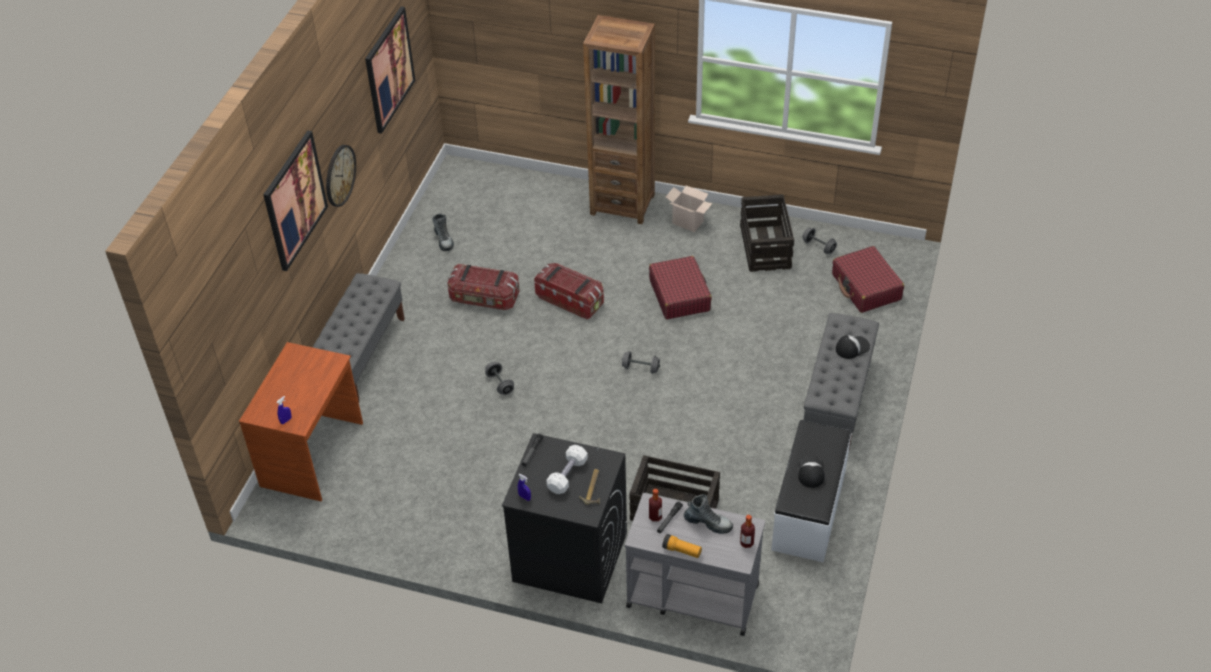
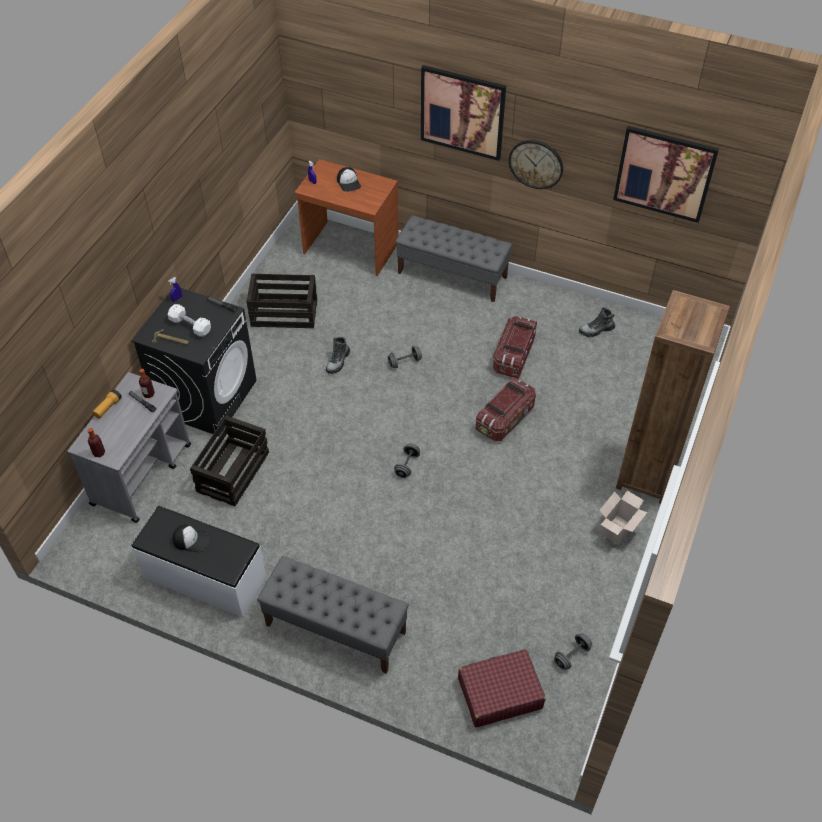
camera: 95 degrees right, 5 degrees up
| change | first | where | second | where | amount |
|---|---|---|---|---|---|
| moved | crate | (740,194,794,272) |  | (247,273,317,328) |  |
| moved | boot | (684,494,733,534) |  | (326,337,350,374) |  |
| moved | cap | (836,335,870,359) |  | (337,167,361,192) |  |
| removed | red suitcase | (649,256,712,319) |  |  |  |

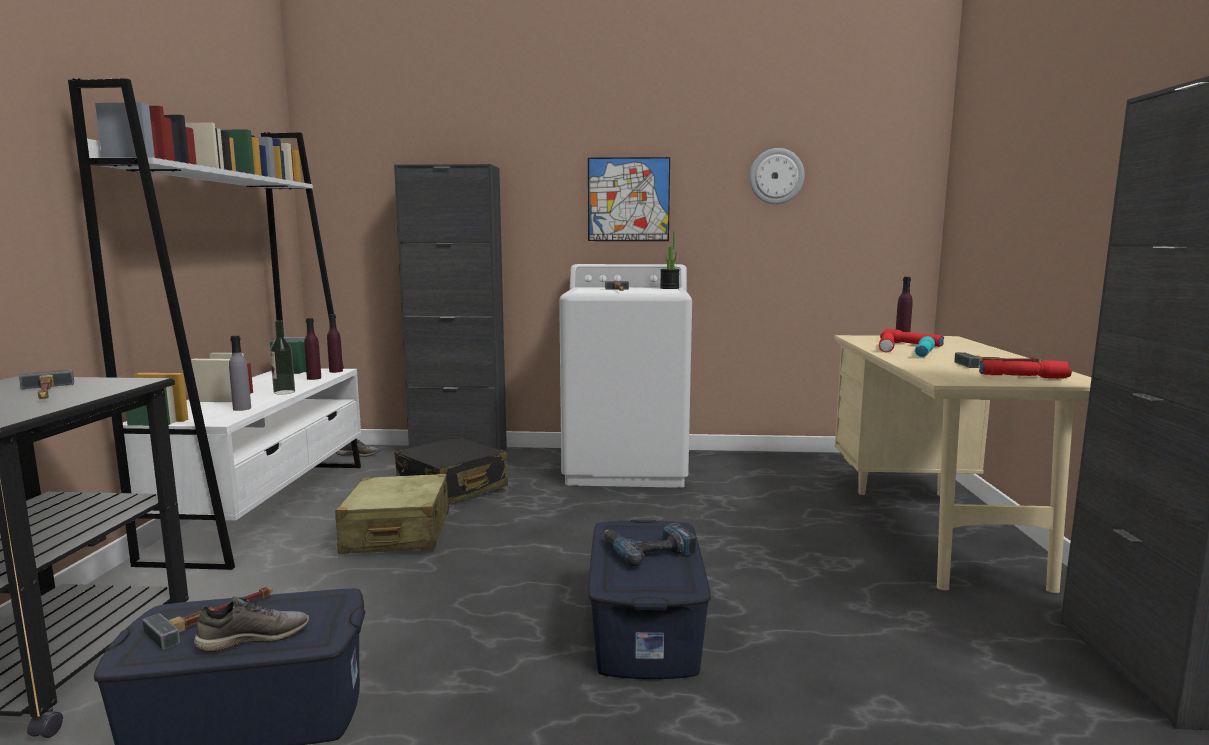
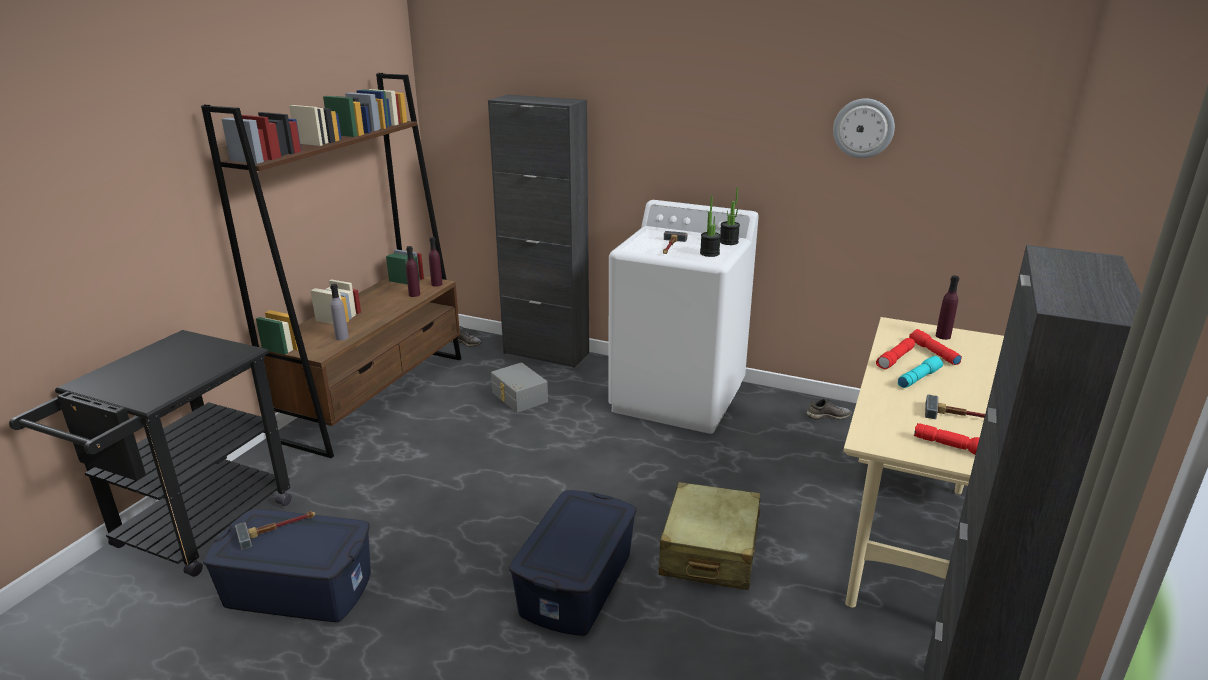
camera: 20 degrees right, 15 degrees up
| change | first | where | second | where | amount |
|---|---|---|---|---|---|
| recoloured | white bookcase | (68,78,361,570) | brown bookcase | (201,73,461,458) |  |
| replaced | black suitcase | (395,437,508,503) | grey storage box | (491,362,548,413) |  |
| moved | beige suitcase | (335,474,449,554) |  | (659,482,760,590) |  |
| added |  |  | potted plant | (700,195,721,257) |  |
| moved | grey shoe | (194,596,309,652) |  | (807,398,852,419) |  |
| removed | hammer | (19,369,74,399) |  |  |  |
| removed | bottle | (270,320,295,395) |  |  |  |
| removed | picture | (588,157,670,241) |  |  |  |
| removed | power drill | (605,523,696,566) |  |  |  |

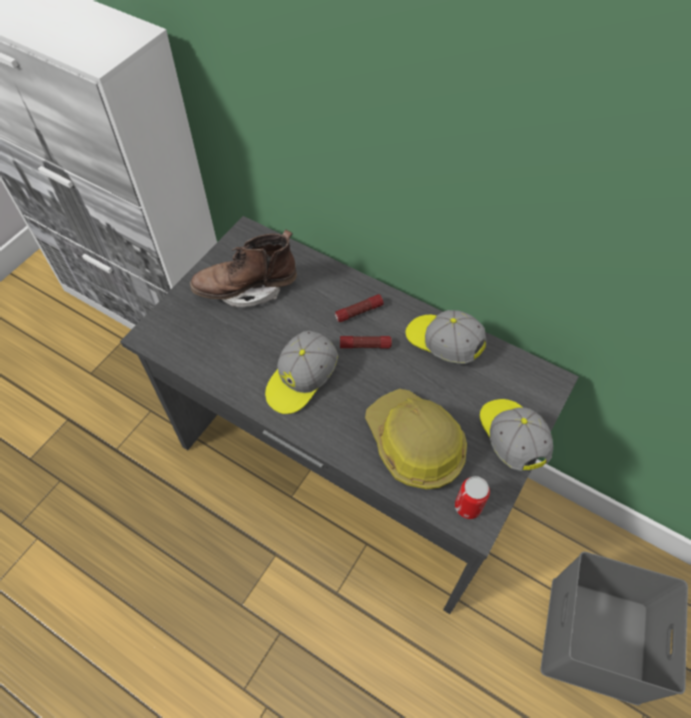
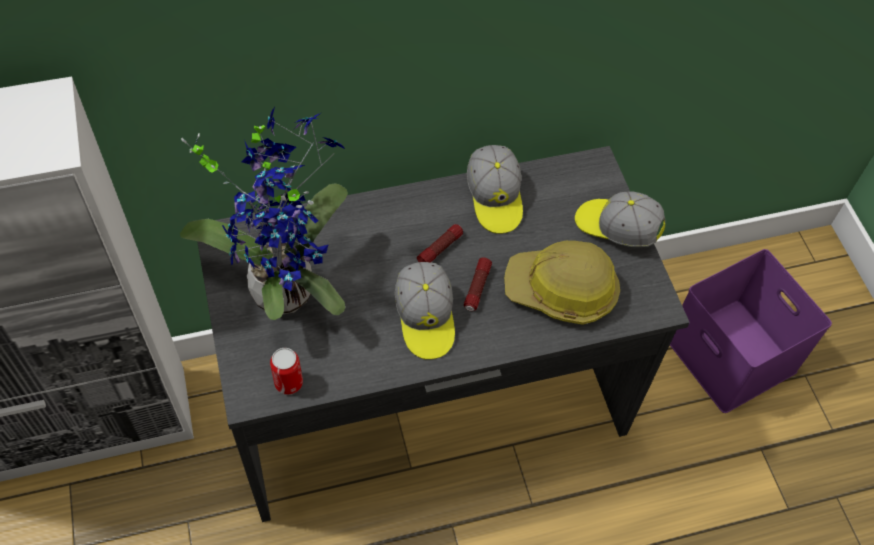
camera: 50 degrees left, 0 degrees up
| change | first | where | second | where | amount |
|---|---|---|---|---|---|
| replaced | brown boot | (190,230,297,307) | potted plant | (180,107,348,320) |  |
| moved | can | (455,476,490,519) |  | (270,348,303,395) |  |
| moved | flashlight | (335,294,384,322) |  | (464,258,492,311) |  |
| turned | cap | (406,310,487,364) |  | (467,145,523,234) | 90 degrees counterclockwise |
| recoloured | grey storage box | (541,552,688,705) | purple storage box | (670,249,832,413) |  |

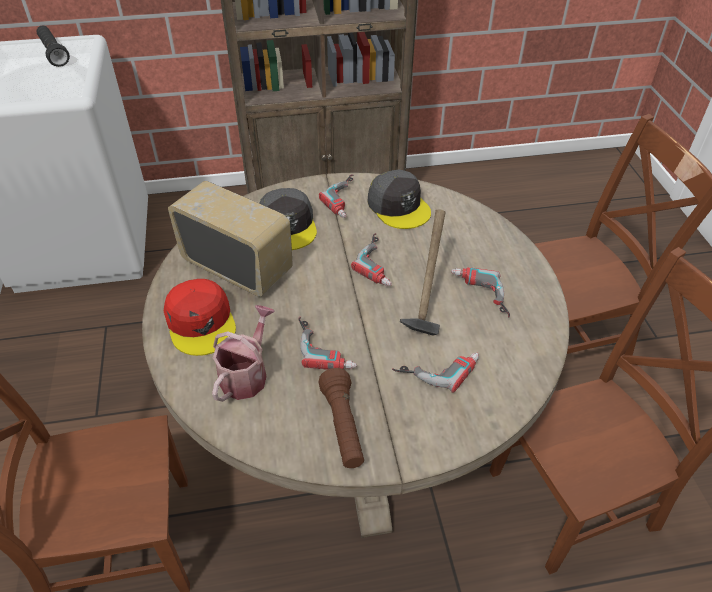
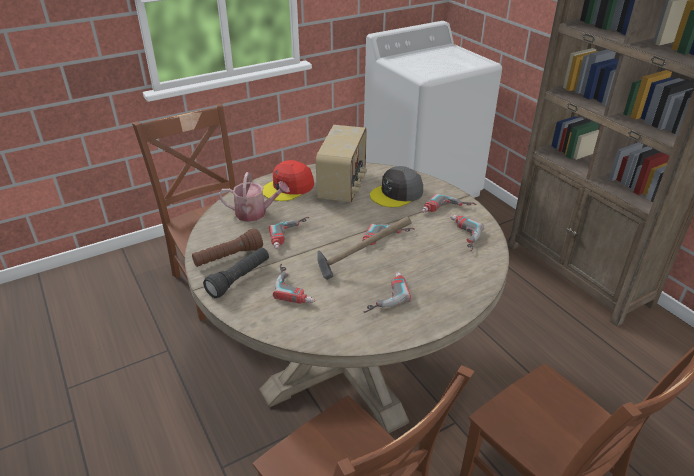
camera: 70 degrees right, 10 degrees down
| change | first | where | second | where | amount |
|---|---|---|---|---|---|
| moved | black flashlight | (36,26,70,67) |  | (203,247,269,298) |  |
| replaced | grey cap | (367,170,431,229) | power drill | (450,215,484,252) |  |

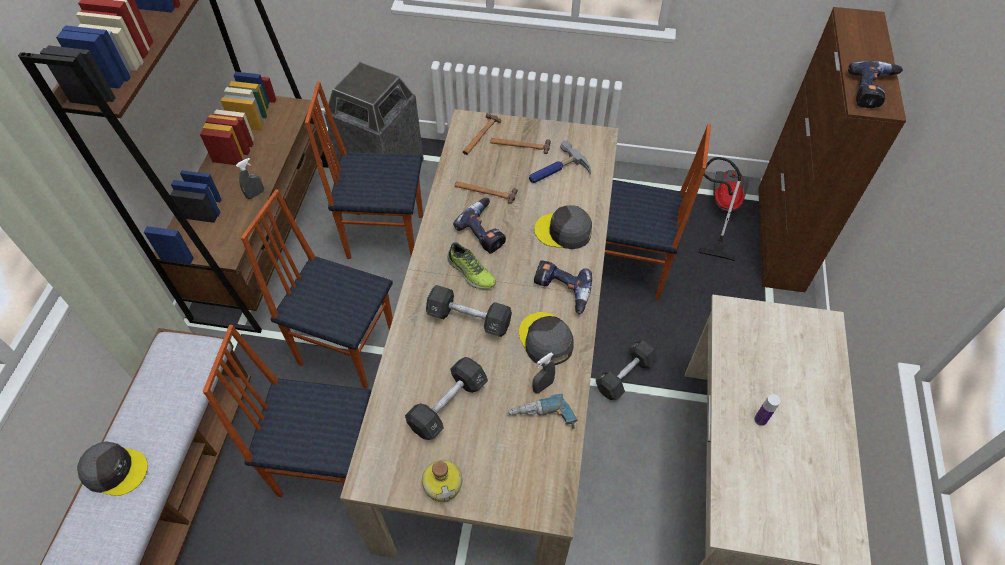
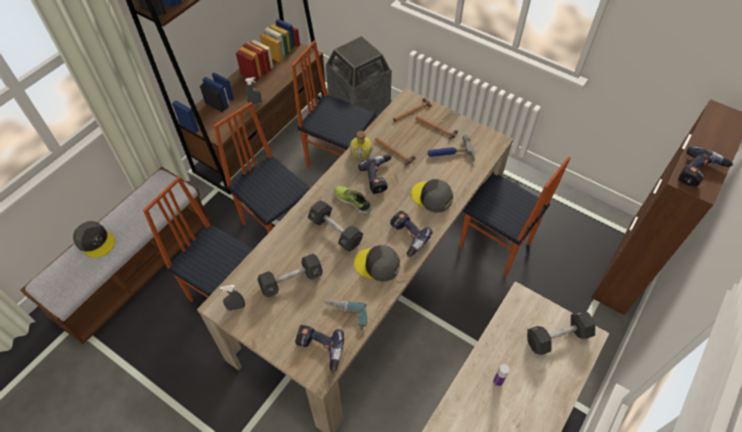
camera: 25 degrees right, 0 degrees up
| change | first | where | second | where | amount |
|---|---|---|---|---|---|
| moved | grey spray bottle | (532,352,555,394) |  | (220,285,245,311) |  |
| added |  |  | power drill | (295,325,344,372) |  |
| turned | shoe | (447,242,496,289) |  | (334,186,372,215) | 150 degrees clockwise |
| moved | bottle | (422,460,462,502) |  | (350,131,373,160) |  |
| turned | grey cap | (519,312,574,366) |  | (354,245,400,282) | 75 degrees counterclockwise |
| moved | black dumbbell | (596,340,658,400) |  | (527,311,595,355) |  |
| removed | vacuum cleaner | (699,157,749,261) |  |  |  |

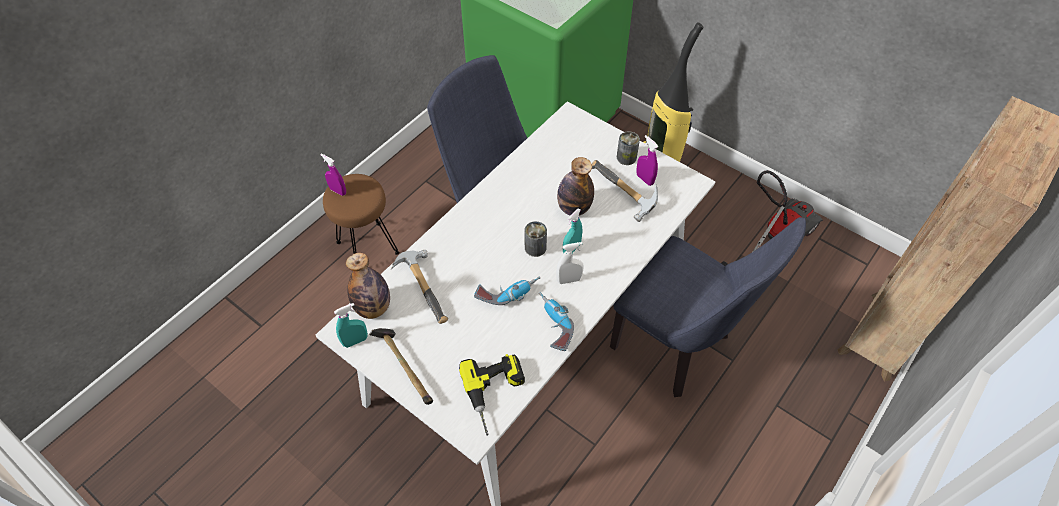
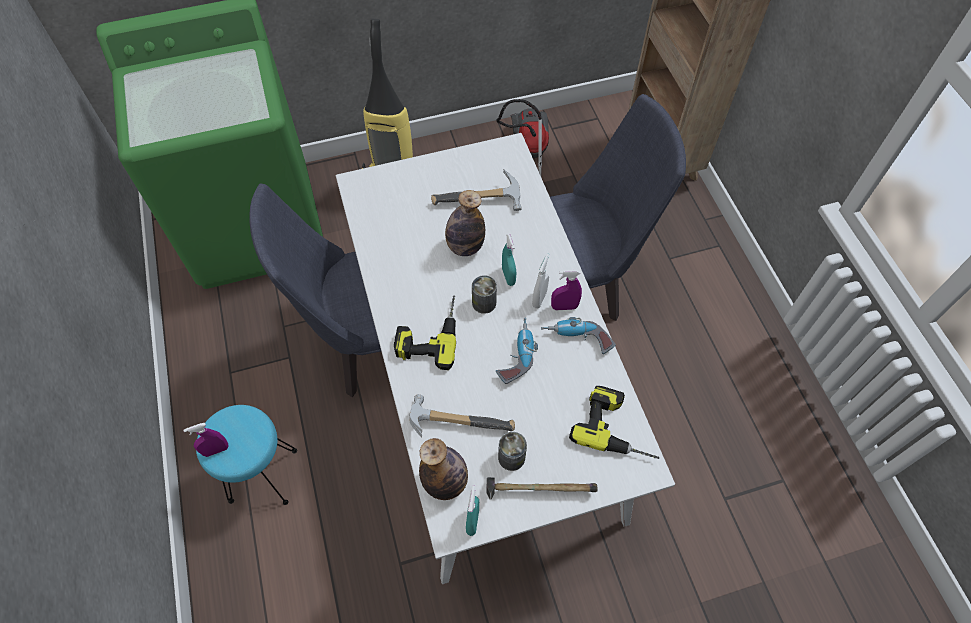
camera: 55 degrees left, 5 degrees up
| change | first | where | second | where | amount |
|---|---|---|---|---|---|
| recoloured | brown stool | (323,174,399,255) | turquoise stool | (196,405,297,505) |  |
| added |  |  | power drill | (394,296,456,370) |  |
| moved | can | (617,131,640,165) |  | (498,432,527,471) |  |
| moved | purple spray bottle | (636,135,659,186) |  | (551,270,582,310) |  |

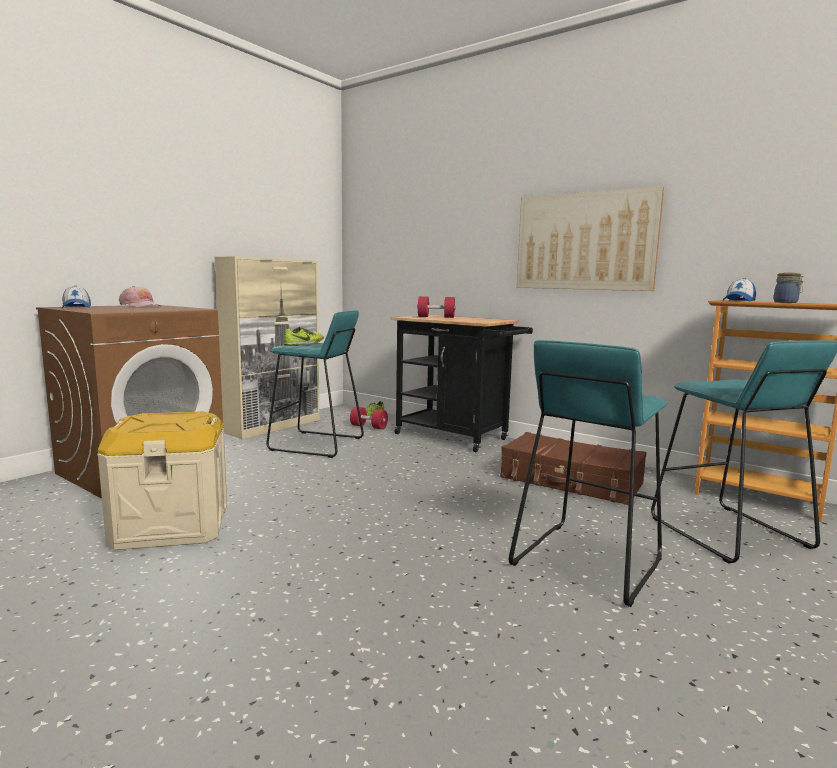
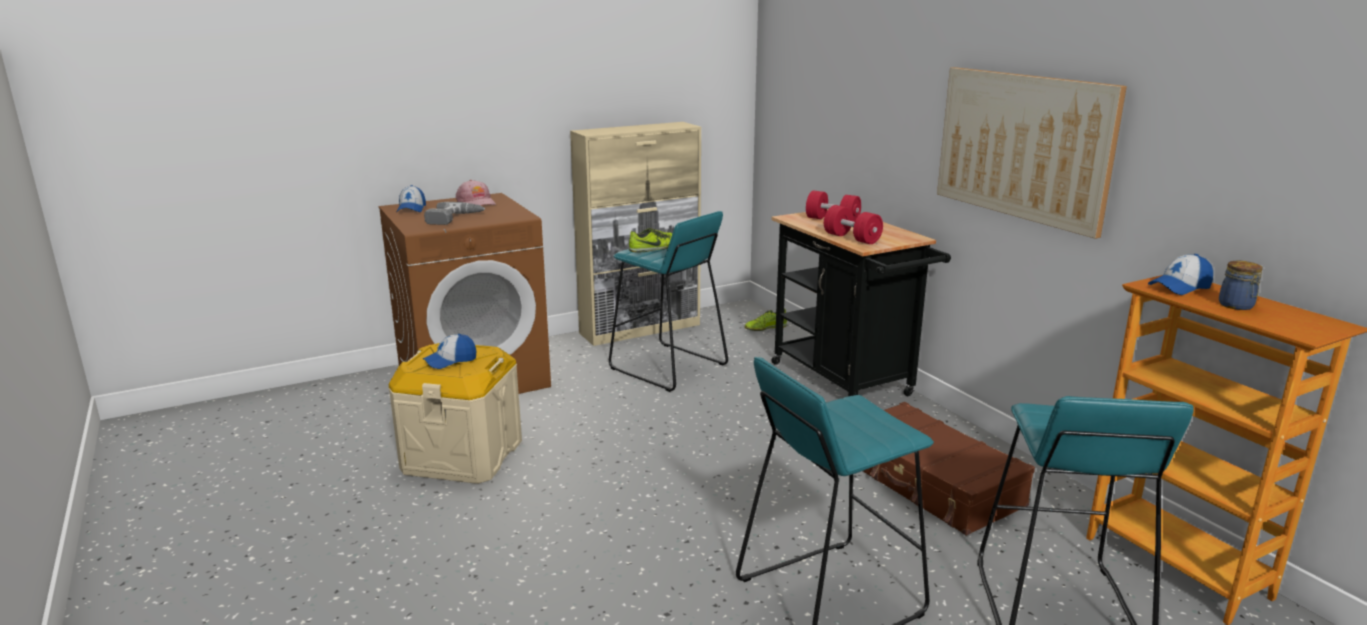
camera: 25 degrees right, 10 degrees up
| change | first | where | second | where | amount |
|---|---|---|---|---|---|
| added |  |  | cap | (423,334,476,369) |  |
| added |  |  | power drill | (424,202,485,225) |  |
| moved | red dumbbell | (350,407,388,429) |  | (824,205,883,244) |  |

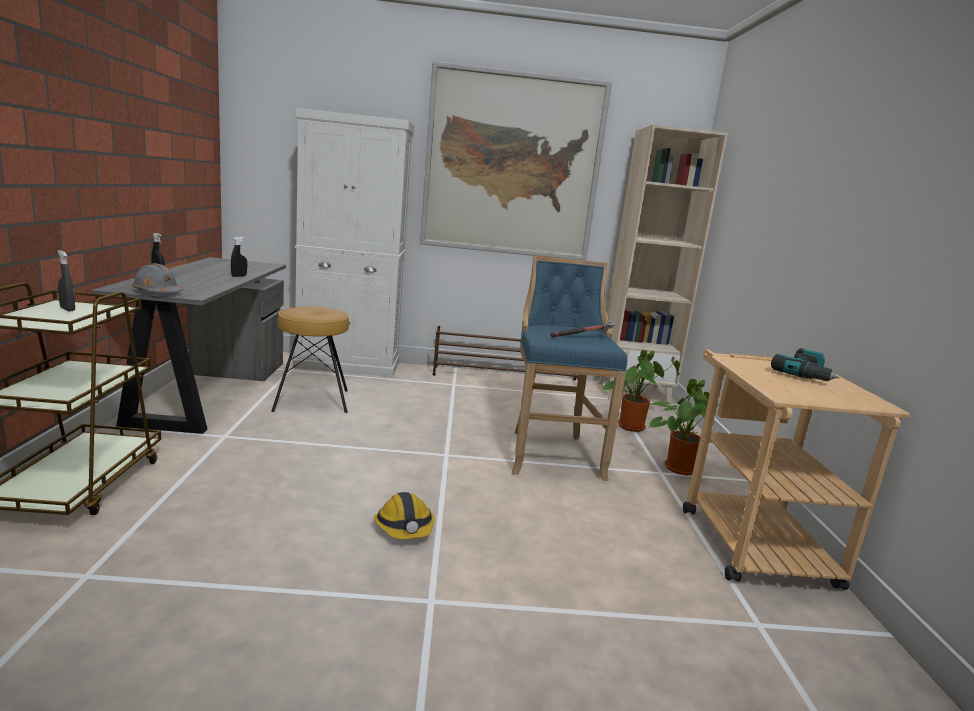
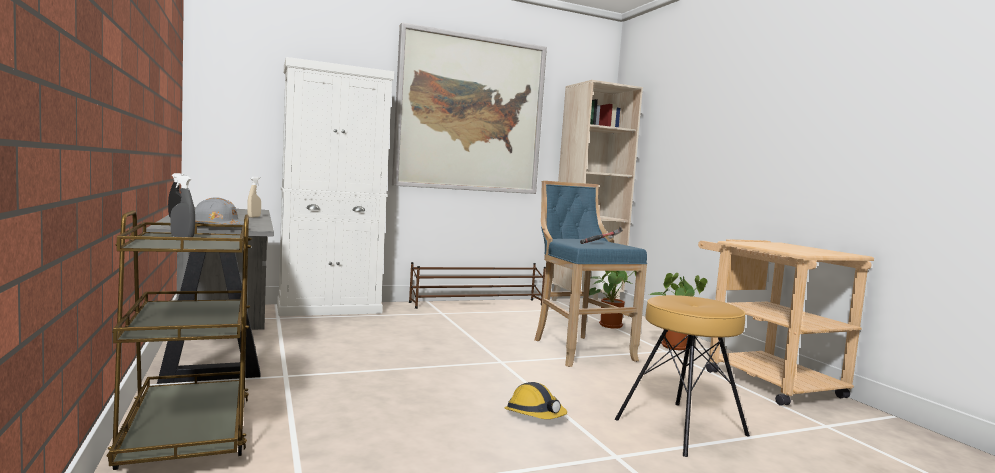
camera: 20 degrees left, 10 degrees down
| change | first | where | second | where | amount |
|---|---|---|---|---|---|
| recoloured | black spray bottle | (231,237,247,277) | beige spray bottle | (247,177,261,218) |  |
| moved | brown stool | (271,306,349,413) |  | (615,295,750,457) |  |
| removed | power drill | (771,348,839,381) |  |  |  |

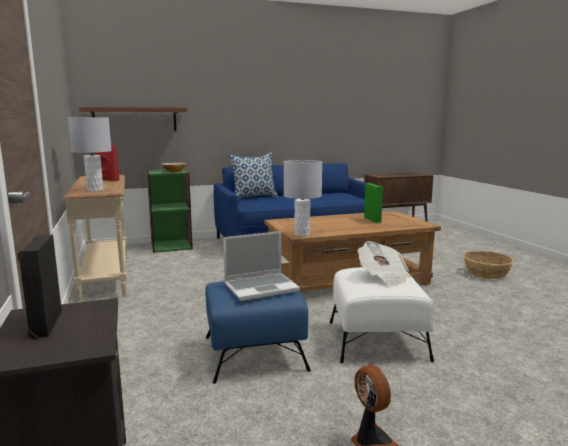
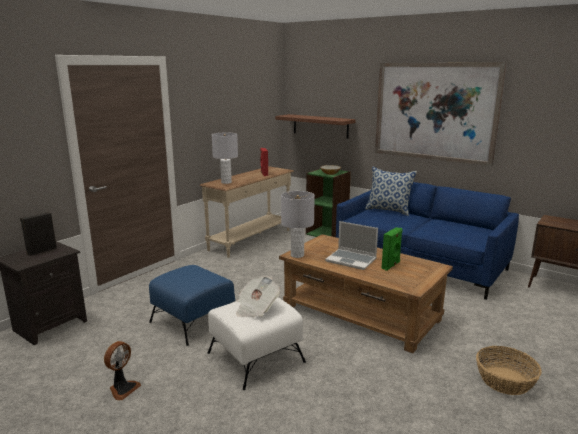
camera: 55 degrees right, 5 degrees up
| change | first | where | second | where | amount |
|---|---|---|---|---|---|
| moved | laptop | (223,231,300,301) |  | (325,221,378,270) |  |
| added |  |  | picture | (375,63,507,166) |  |

